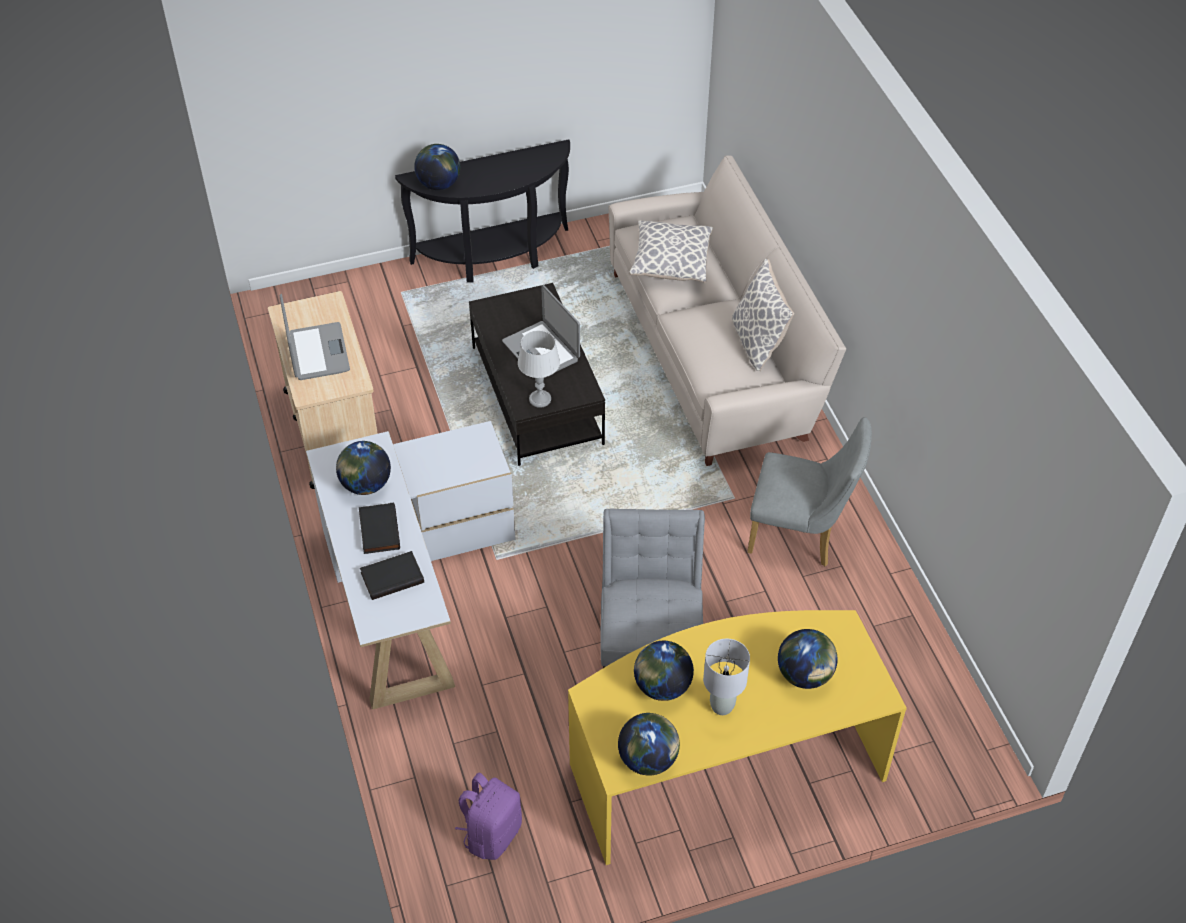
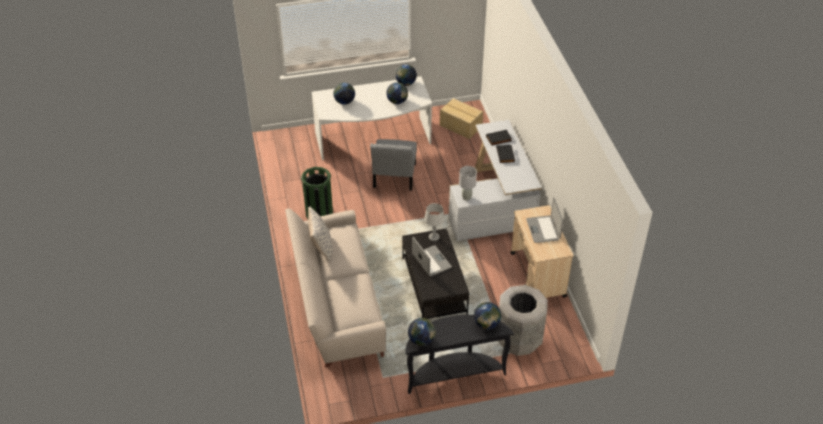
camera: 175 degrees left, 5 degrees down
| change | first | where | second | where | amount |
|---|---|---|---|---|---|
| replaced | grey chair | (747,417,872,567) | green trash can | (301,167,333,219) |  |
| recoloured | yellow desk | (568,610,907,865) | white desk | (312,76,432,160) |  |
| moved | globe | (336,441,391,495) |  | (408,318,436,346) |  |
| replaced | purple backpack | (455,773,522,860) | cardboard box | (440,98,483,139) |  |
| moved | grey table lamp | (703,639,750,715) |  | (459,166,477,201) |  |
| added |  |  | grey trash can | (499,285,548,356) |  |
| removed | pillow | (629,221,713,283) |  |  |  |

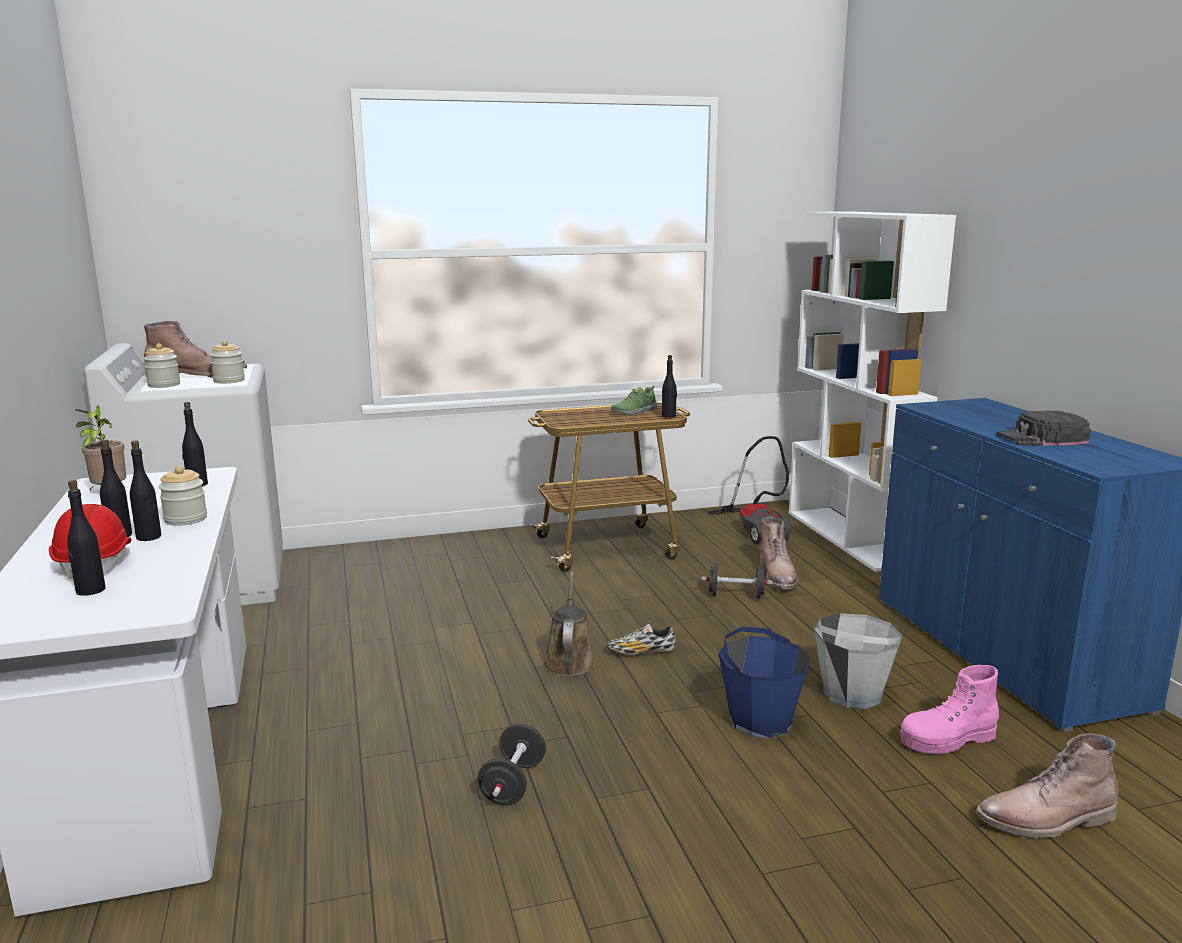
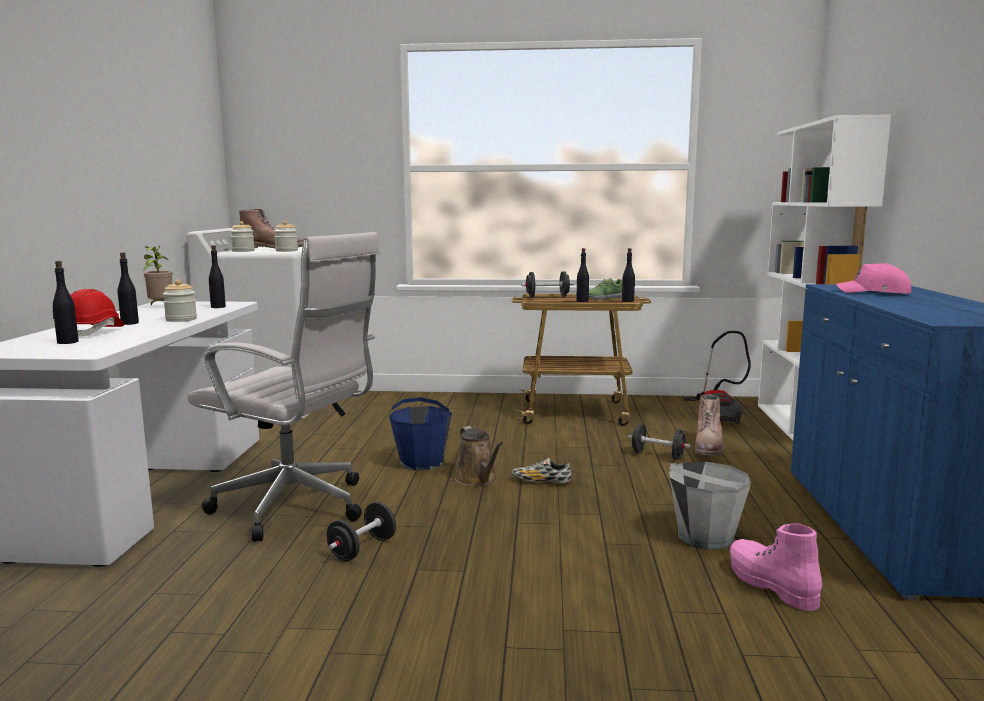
camera: 20 degrees right, 5 degrees down
| change | first | where | second | where | amount |
|---|---|---|---|---|---|
| added |  |  | white office chair | (188,232,381,542) |  |
| moved | blue bucket | (718,627,811,738) |  | (389,397,452,471) |  |
| turned | brown watering can | (543,571,596,677) |  | (454,426,503,486) | 135 degrees clockwise |
| added |  |  | black dumbbell | (521,271,574,297) |  |
| moved | black bottle | (130,441,161,541) |  | (576,248,589,302) |  |
| turned | pink boot | (901,665,999,754) |  | (730,523,822,611) | 60 degrees clockwise |
| added |  |  | pink cap | (836,263,911,294) |  |
| removed | brown boot | (976,733,1119,838) |  |  |  |
| removed | black cap | (996,410,1091,446) |  |  |  |

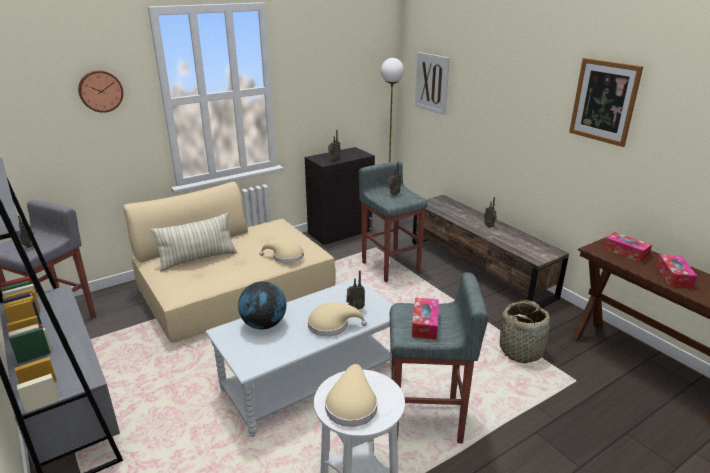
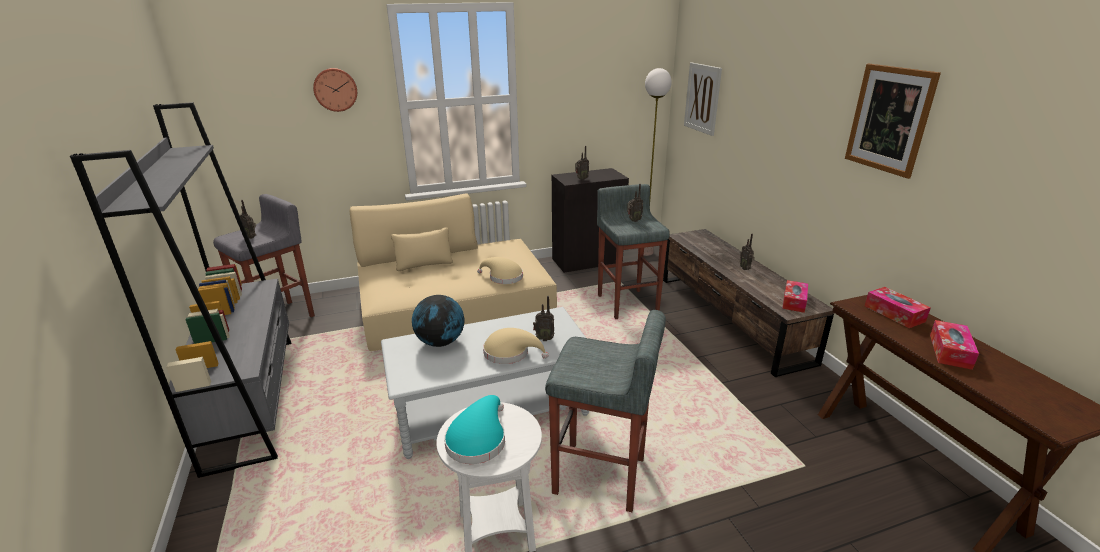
camera: 15 degrees right, 0 degrees up
| change | first | where | second | where | amount |
|---|---|---|---|---|---|
| recoloured | beige hat | (325,364,377,427) | turquoise hat | (444,395,505,464) |  |
| moved | tissue box | (412,298,439,340) |  | (782,280,808,313) |  |
| removed | pillow | (151,213,237,271) |  |  |  |
| removed | basket | (500,300,550,363) |  |  |  |

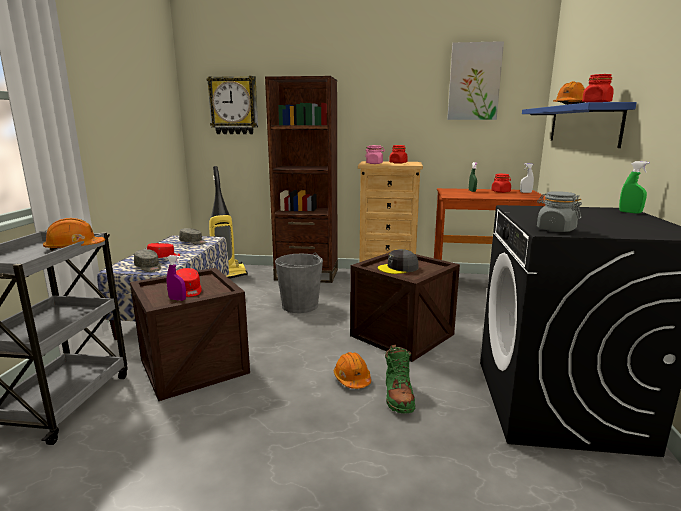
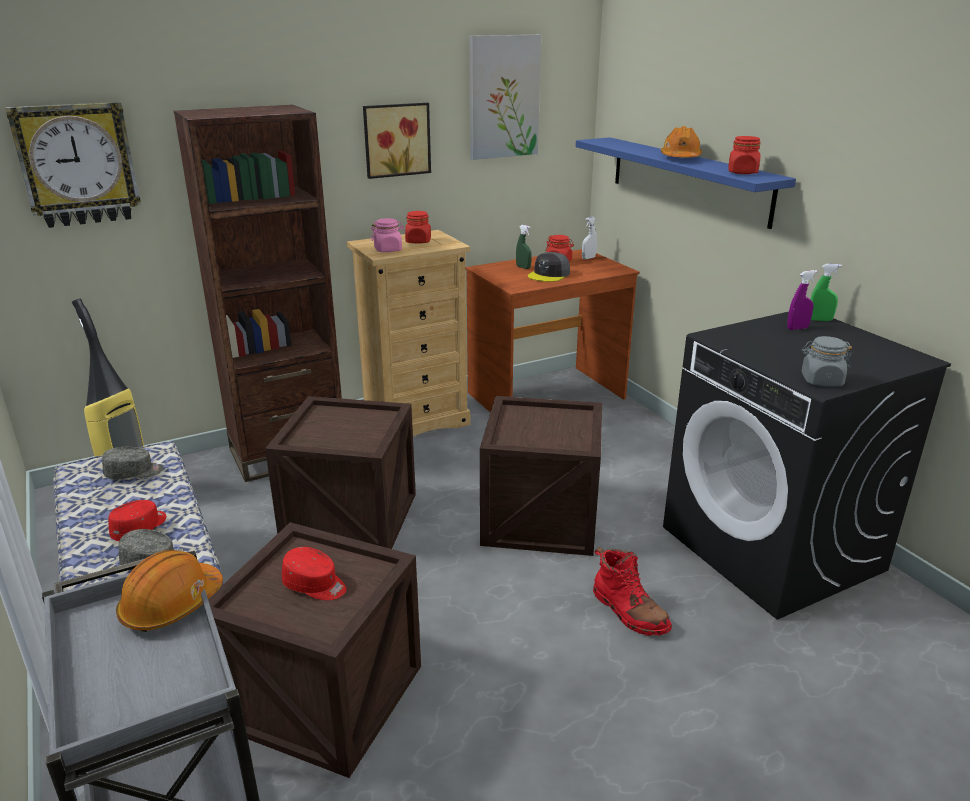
camera: 35 degrees left, 10 degrees up
| change | first | where | second | where | amount |
|---|---|---|---|---|---|
| replaced | grey bucket | (275,253,323,313) | crate | (265,396,416,549) |  |
| added |  |  | picture | (363,103,431,179) |  |
| moved | grey cap | (378,249,418,274) |  | (528,252,570,282) |  |
| recoloured | green boot | (385,345,415,413) | red boot | (593,547,672,636) |  |
| moved | purple spray bottle | (167,255,186,301) |  | (787,270,818,330) |  |
| removed | orange hard hat | (334,352,371,389) |  |  |  |

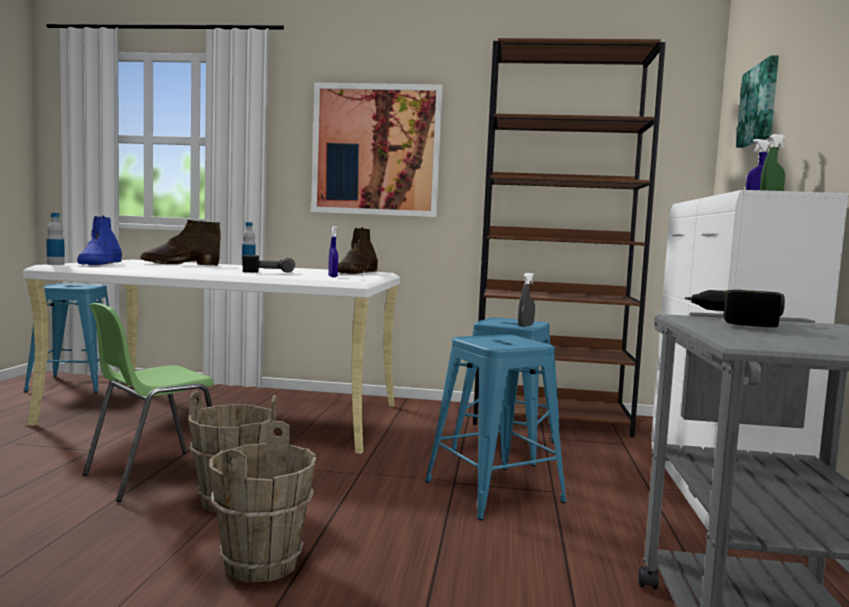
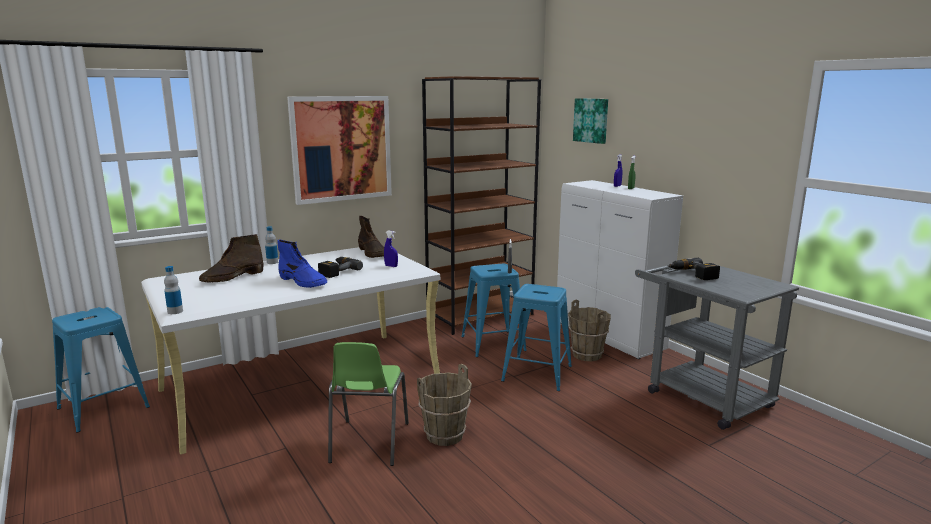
camera: 40 degrees left, 10 degrees up
| change | first | where | second | where | amount |
|---|---|---|---|---|---|
| moved | blue boot | (77,215,122,265) |  | (277,240,327,288) |  |
| moved | brown bucket | (209,421,316,583) |  | (568,300,611,361) |  |

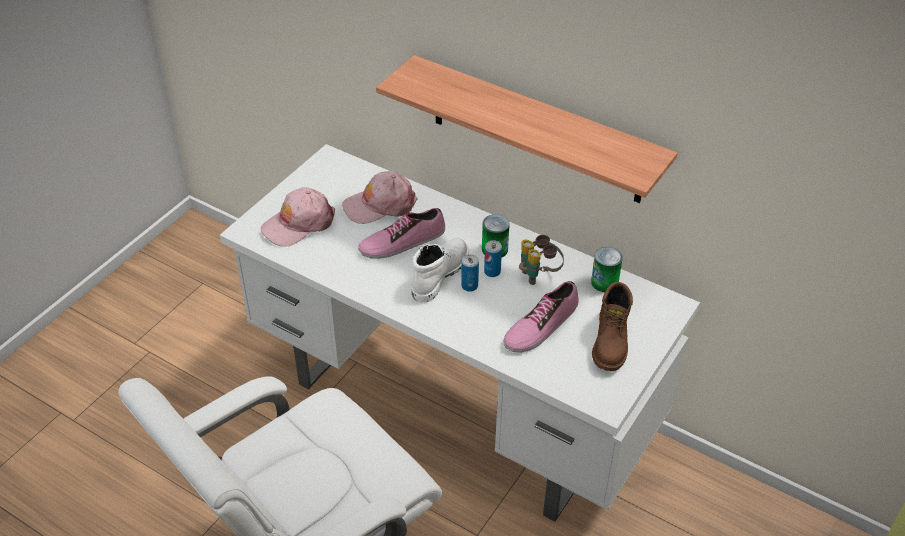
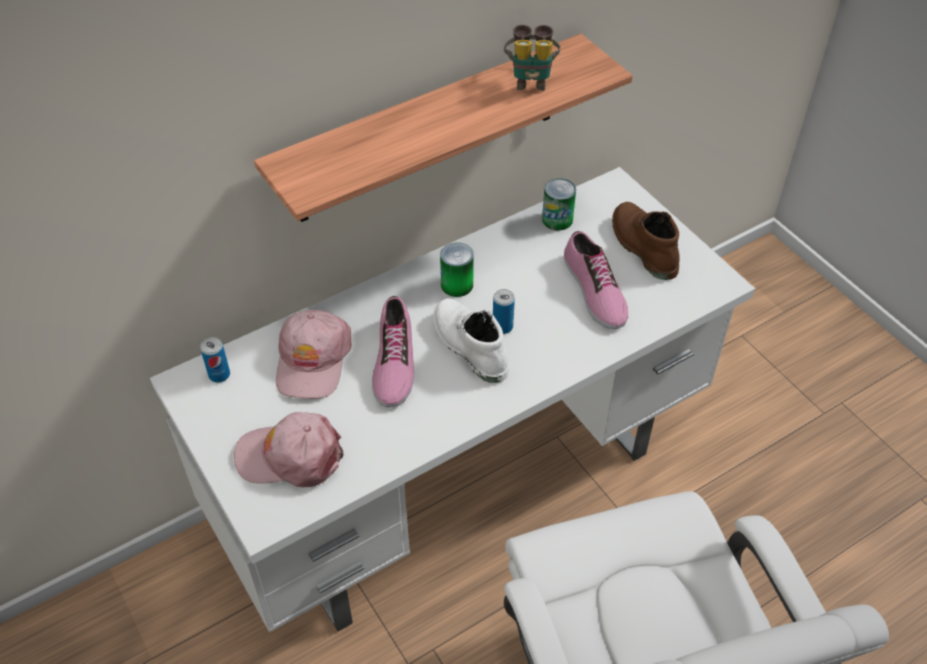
camera: 65 degrees left, 5 degrees up
| change | first | where | second | where | amount |
|---|---|---|---|---|---|
| moved | can | (484,240,502,277) |  | (200,337,230,383) |  |
| turned | pink cap | (261,187,335,247) |  | (234,412,344,487) | 105 degrees clockwise |
| moved | binoculars | (519,235,564,285) |  | (504,25,560,91) |  |
| turned | brown boot | (592,282,633,371) |  | (612,202,680,280) | 150 degrees counterclockwise |

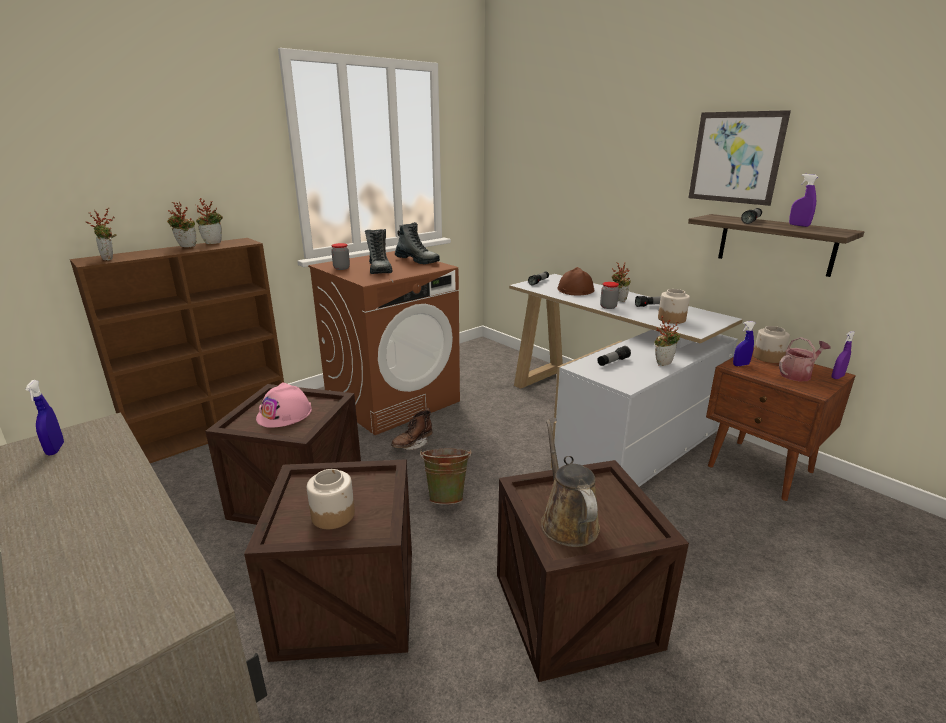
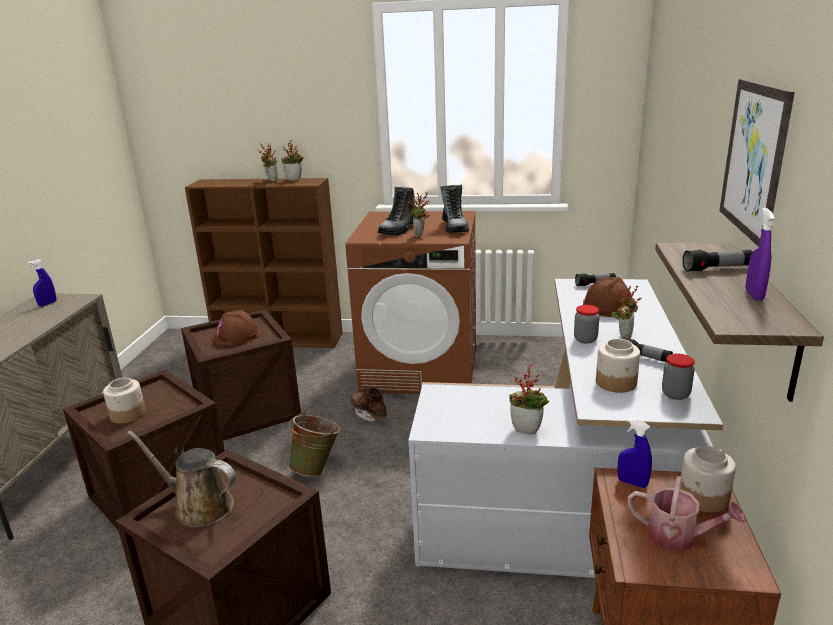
camera: 50 degrees right, 0 degrees up
| change | first | where | second | where | amount |
|---|---|---|---|---|---|
| turned | brown watering can | (541,419,600,547) |  | (127,431,236,527) | 105 degrees counterclockwise |
| recoloured | pink hard hat | (256,382,312,428) | brown hard hat | (212,310,260,345) |  |
| turned | brown boot | (391,408,433,450) |  | (350,387,388,422) | 45 degrees clockwise |
| moved | potted plant | (86,207,116,260) |  | (409,192,430,237) |  |
| moved | jar | (331,243,350,270) |  | (662,354,695,400) |  |
| removed | flashlight | (597,346,631,366) |  |  |  |
| removed | purple spray bottle | (832,331,855,379) |  |  |  |

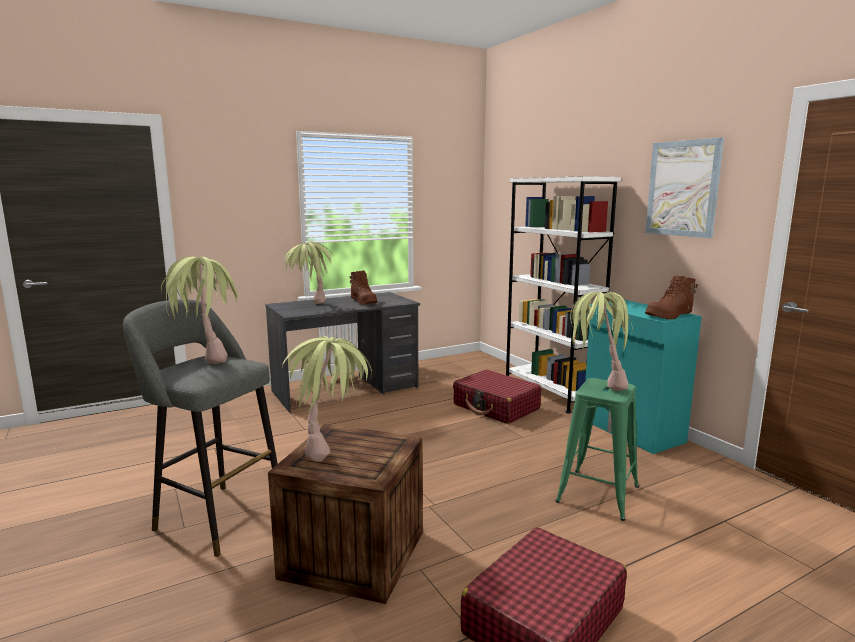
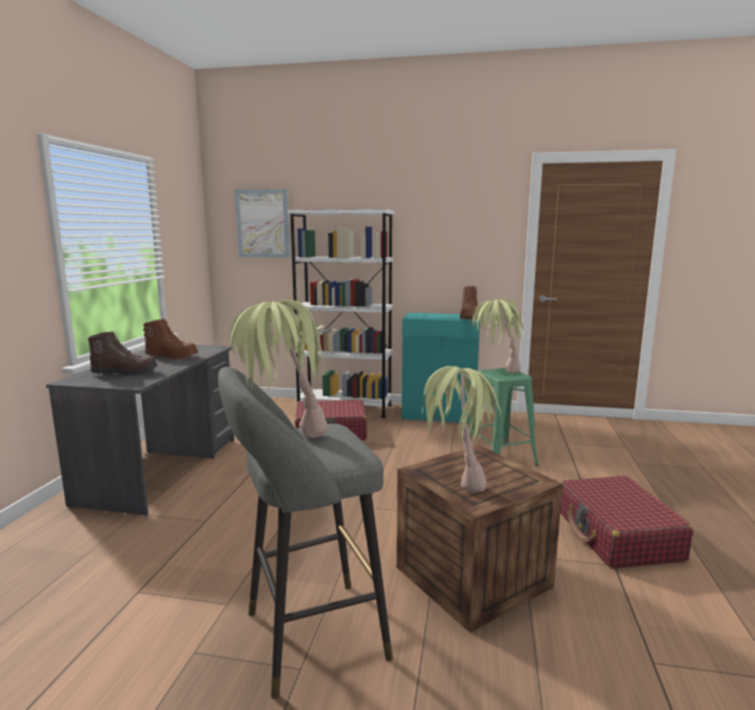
camera: 50 degrees left, 0 degrees up
| change | first | where | second | where | amount |
|---|---|---|---|---|---|
| replaced | potted plant | (284,241,335,304) | brown boot | (88,331,158,376) |  |
| moved | picture | (645,137,724,238) |  | (235,189,290,258) |  |

